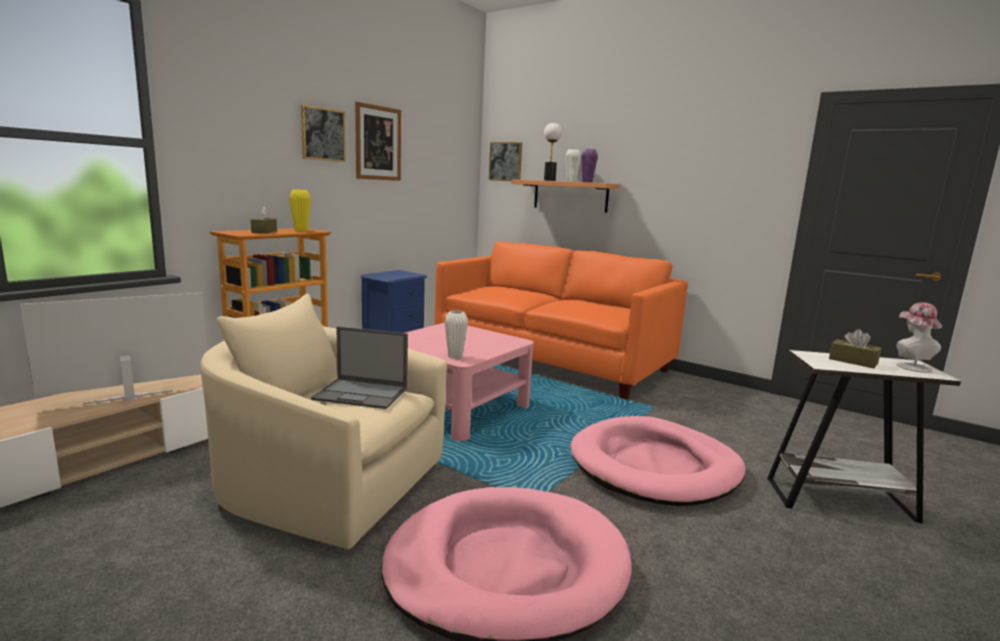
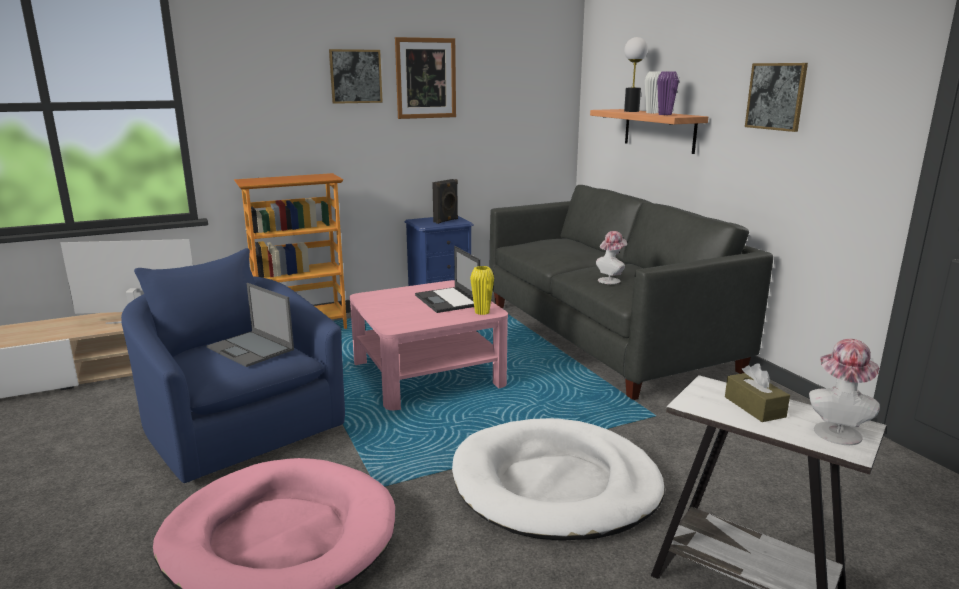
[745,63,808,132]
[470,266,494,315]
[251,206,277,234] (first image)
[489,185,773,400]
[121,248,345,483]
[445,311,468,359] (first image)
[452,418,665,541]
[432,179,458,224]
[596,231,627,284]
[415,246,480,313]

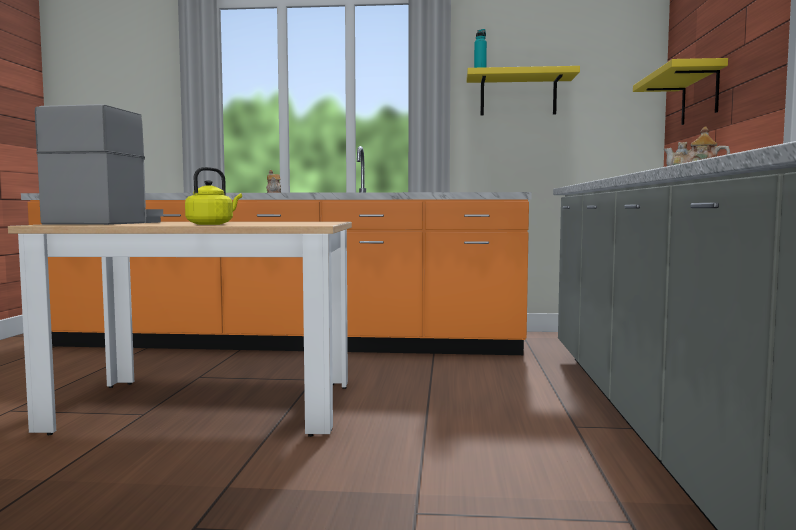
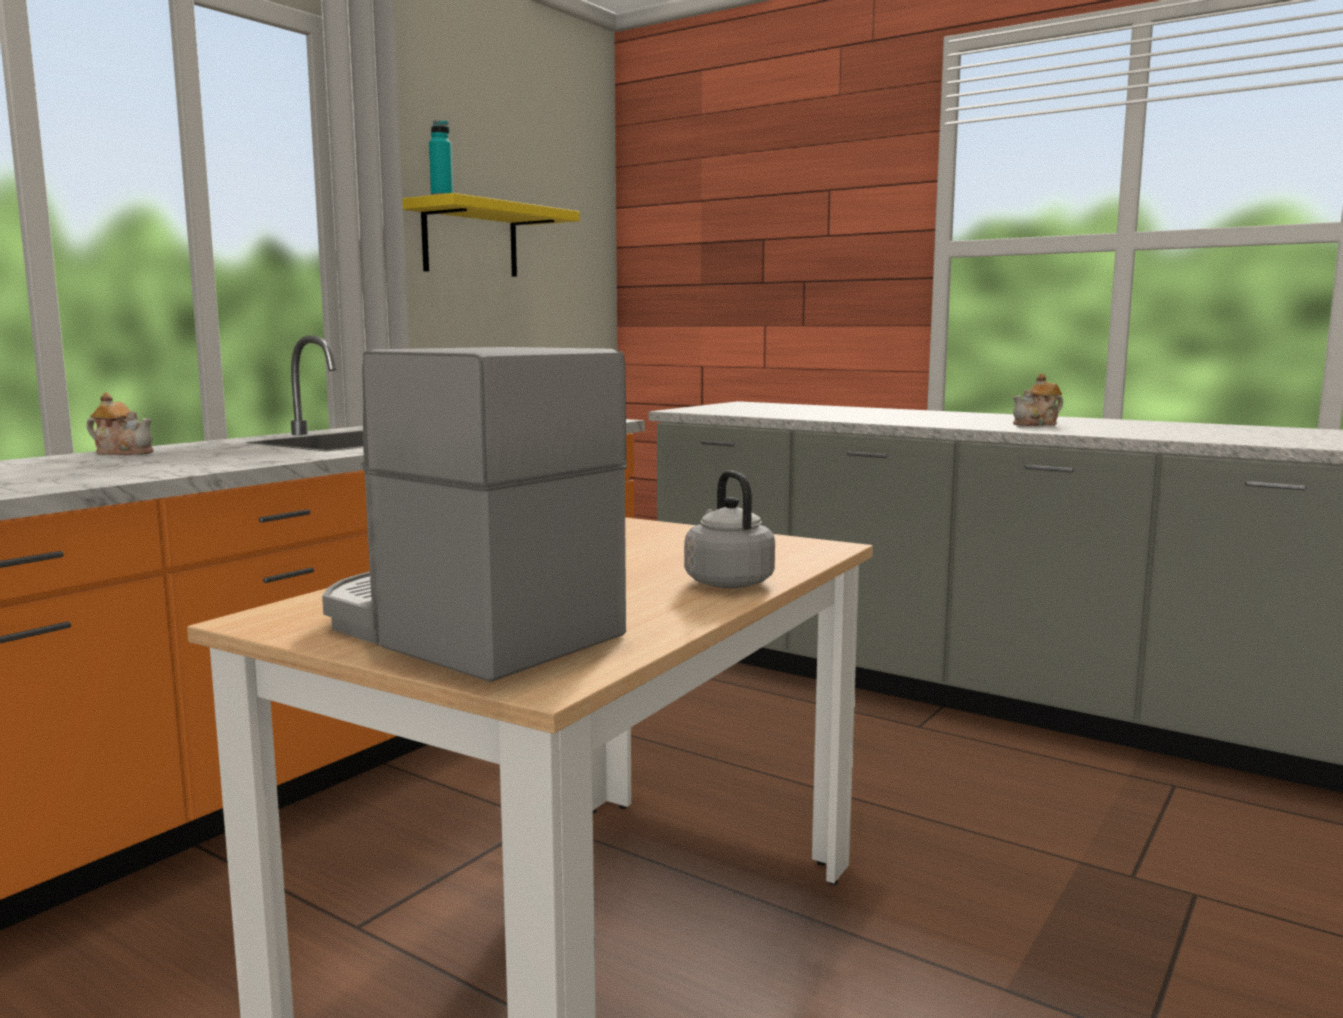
[633,58,728,125] (first image)
[684,471,775,588]

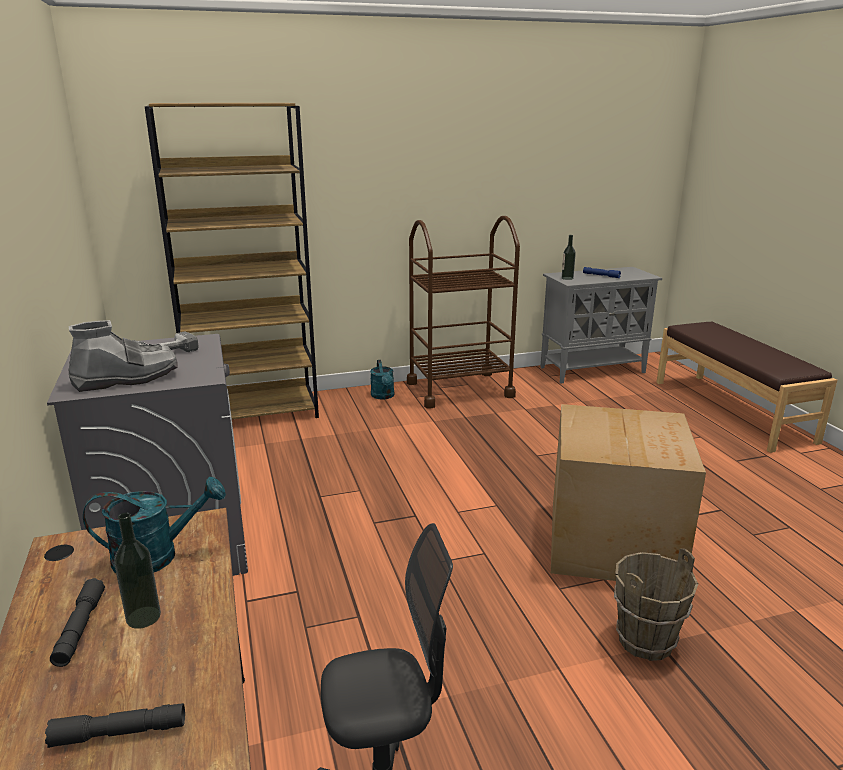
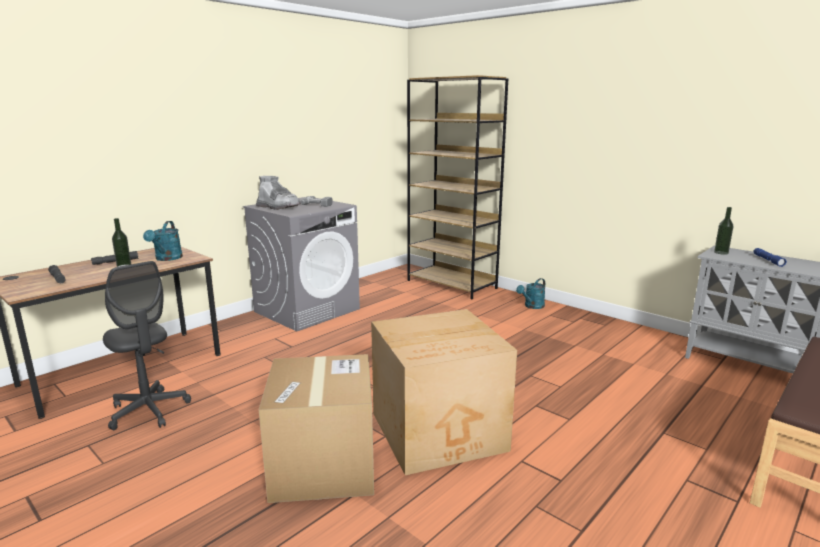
[407,216,520,408] (first image)
[143,221,183,261]
[259,354,374,503]

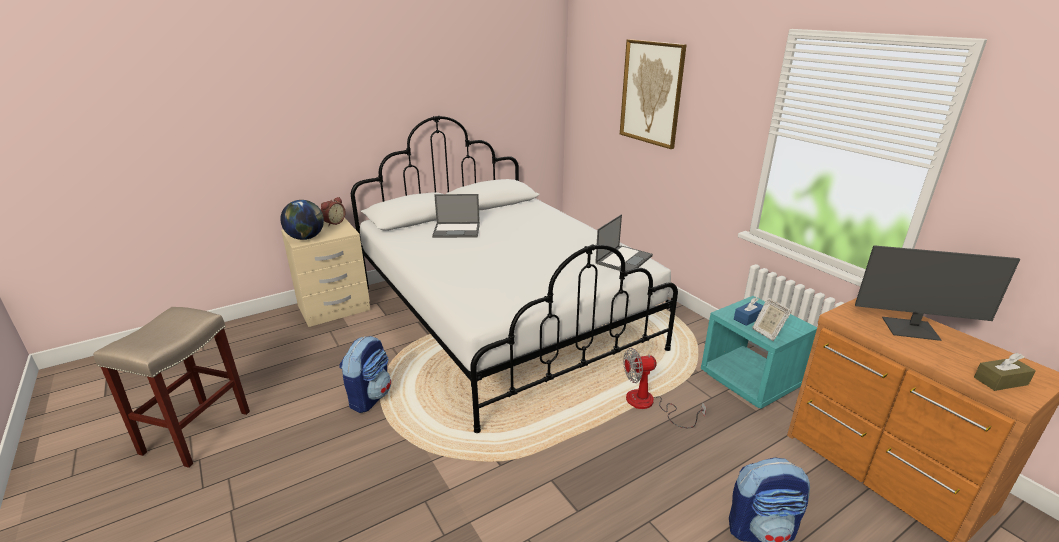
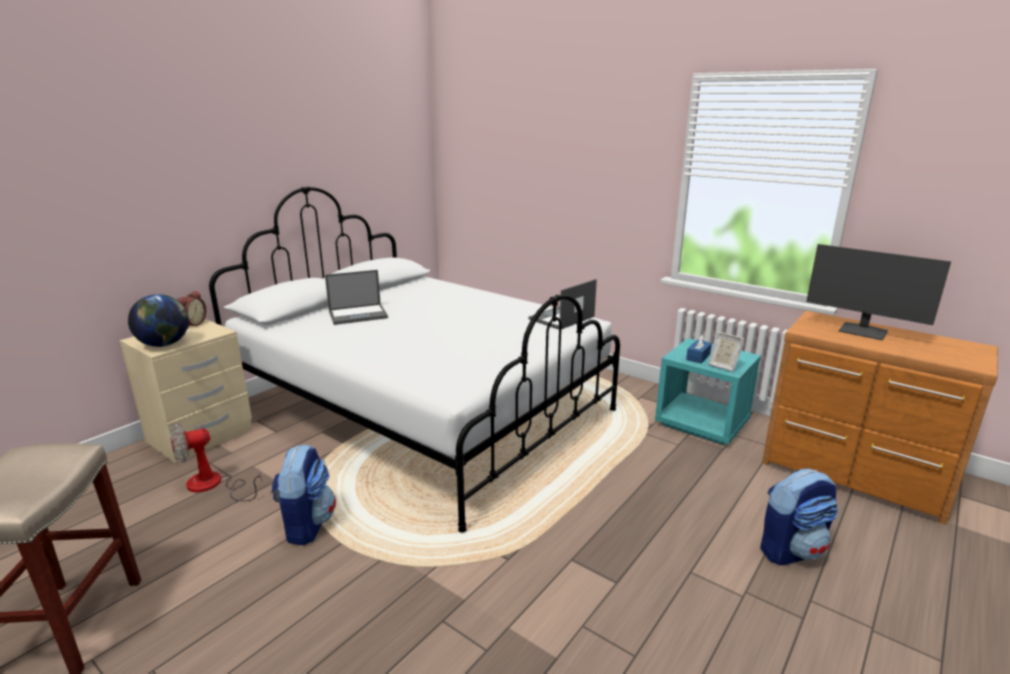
[620,39,687,149] (first image)
[529,279,597,329]
[806,244,951,341]
[170,423,262,501]
[974,353,1036,391] (first image)

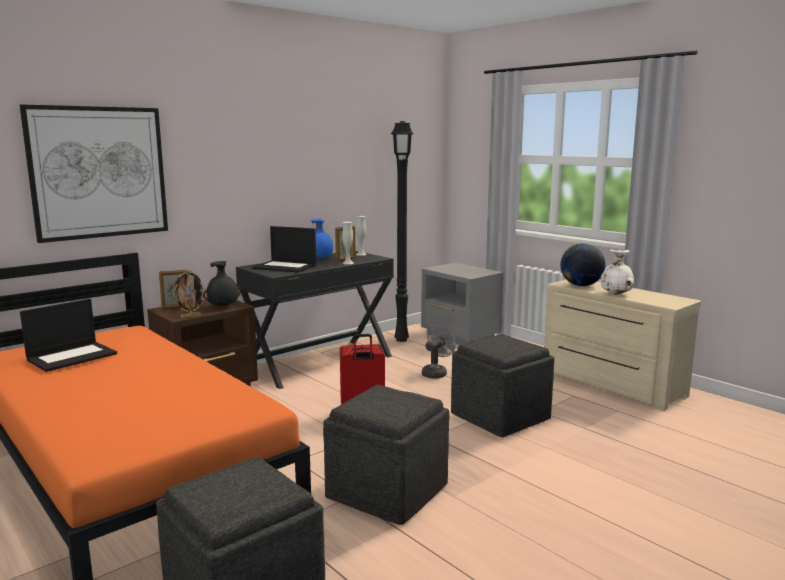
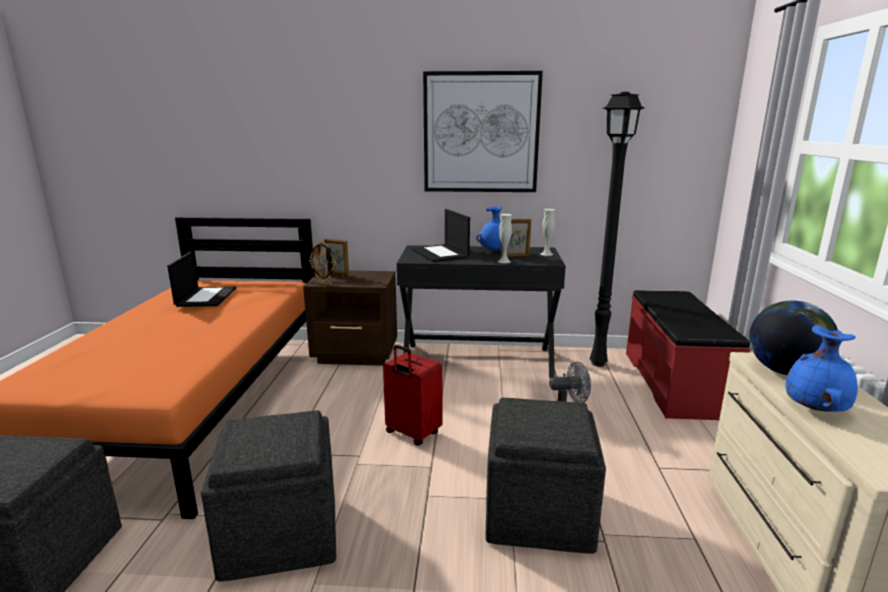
[423,71,543,192]
[786,326,858,412]
[203,261,241,307] (first image)
[626,290,750,420]
[167,251,236,307]

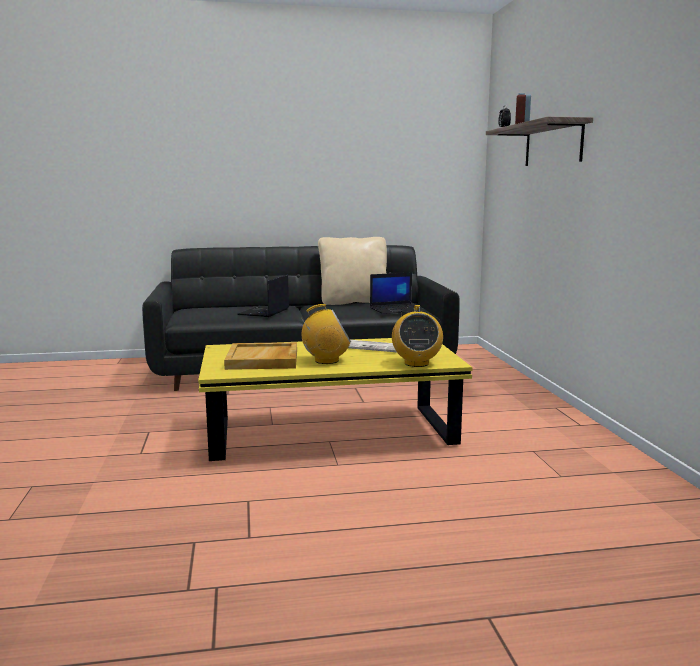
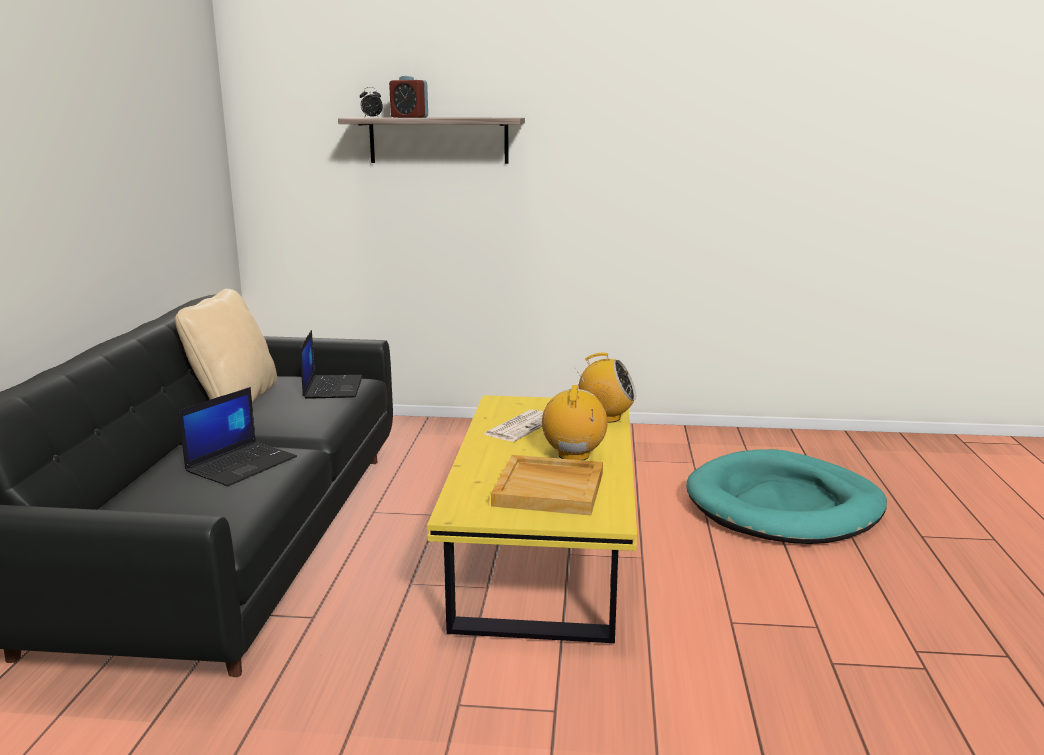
[178,387,297,486]
[686,449,887,544]

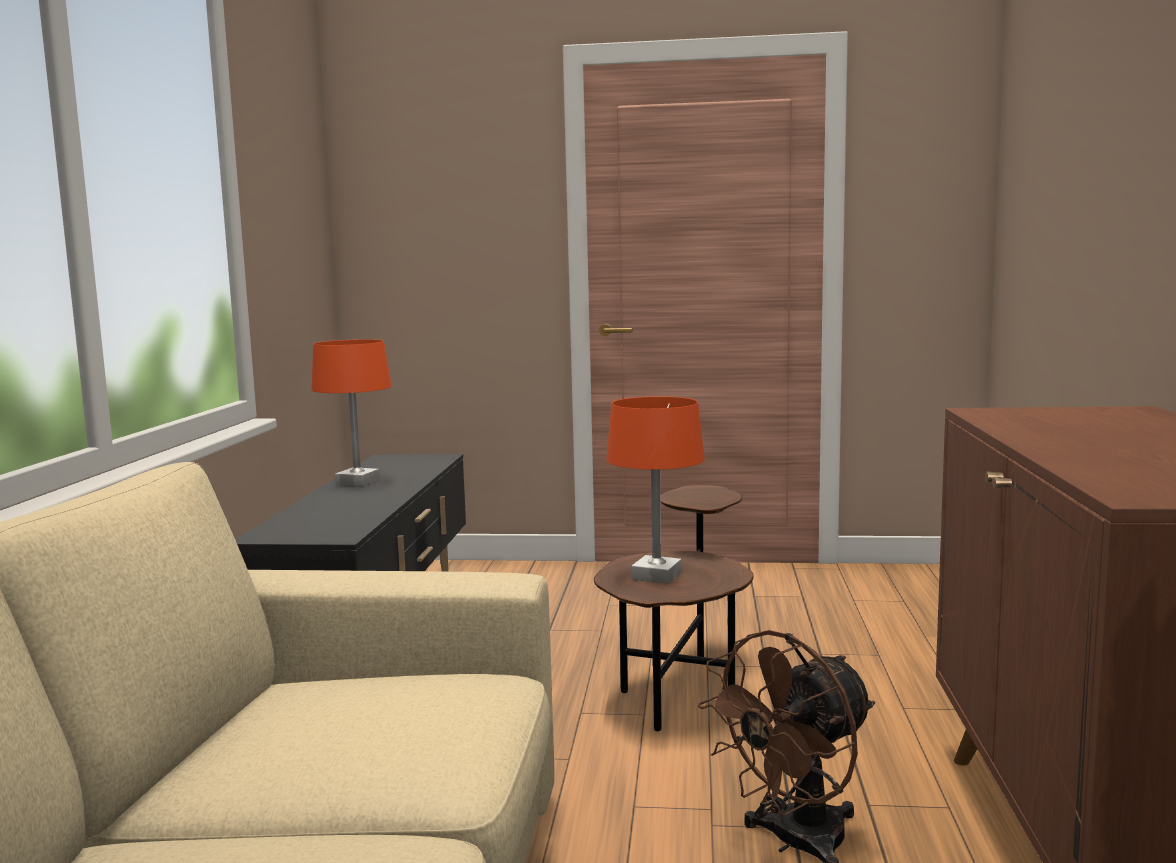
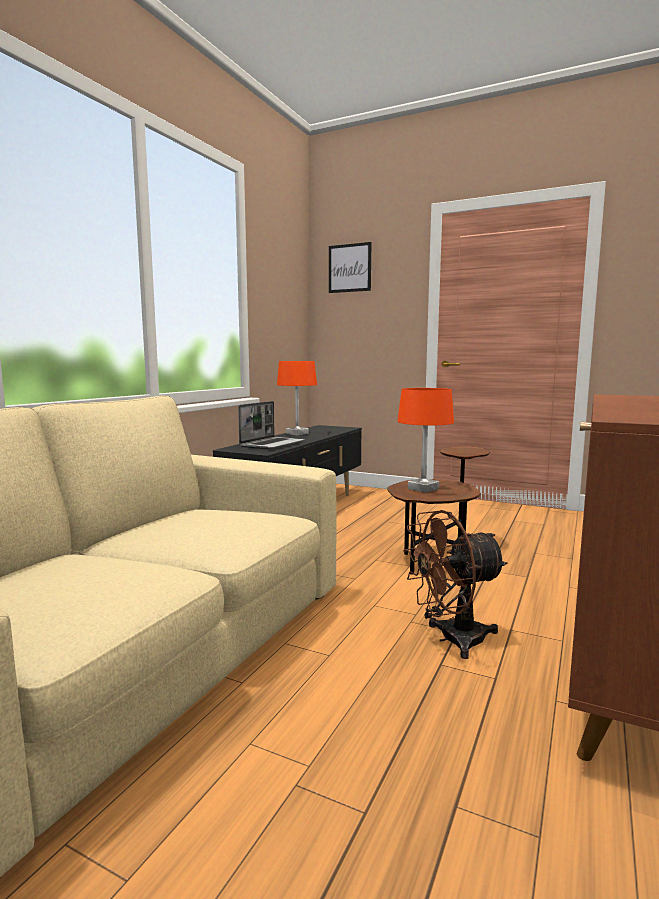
[329,242,372,293]
[238,401,305,450]

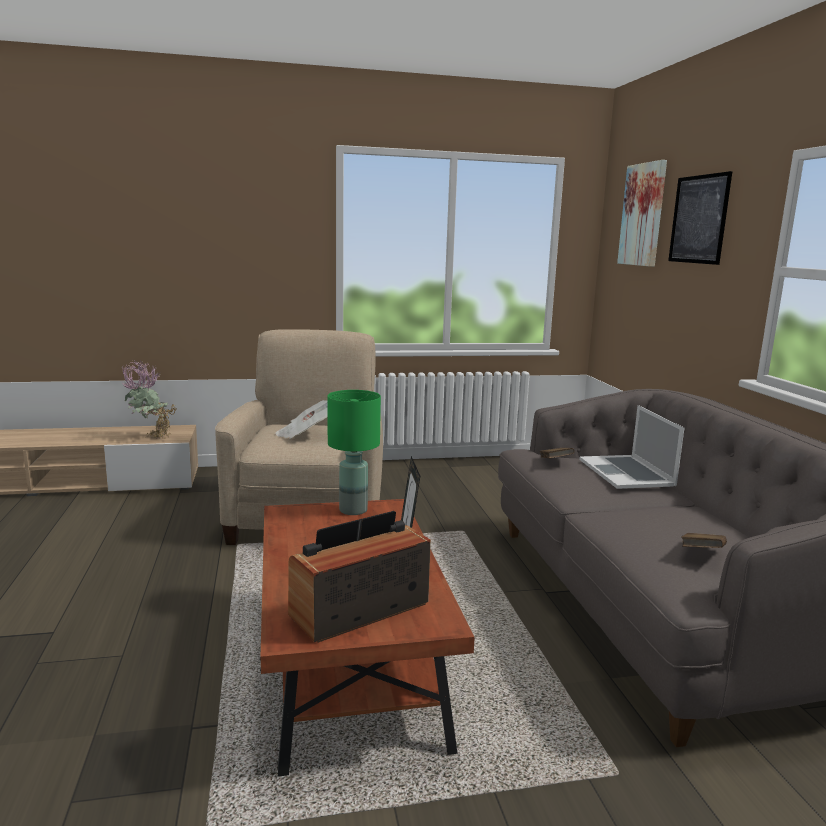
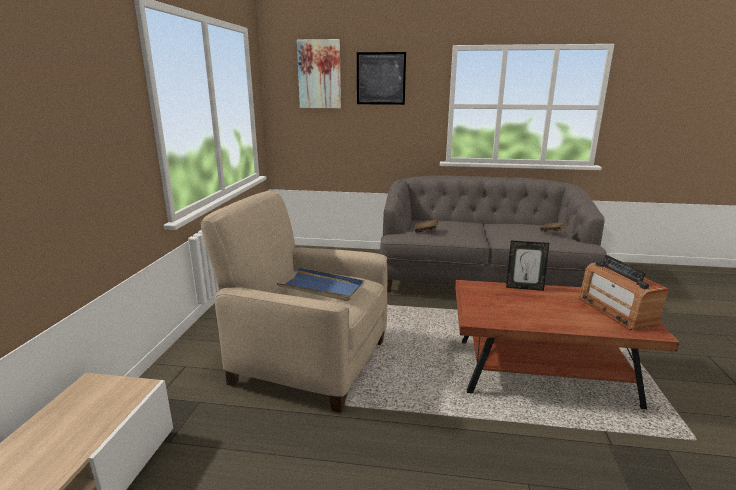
[123,360,177,439] (first image)
[327,390,381,515] (first image)
[277,268,364,301]
[579,405,684,489] (first image)

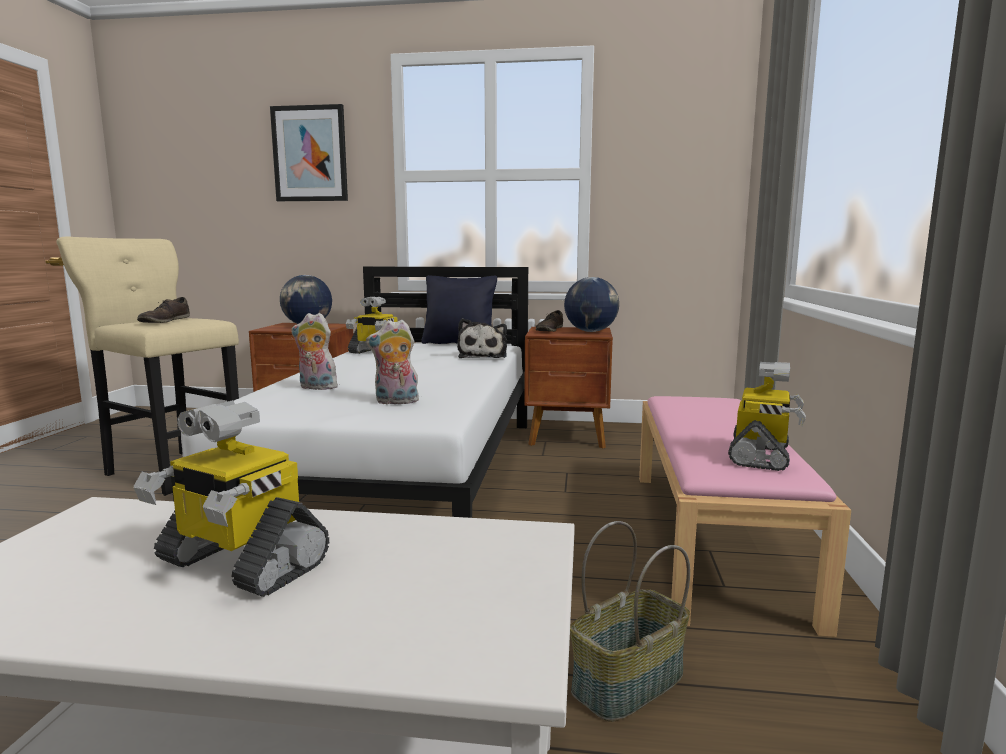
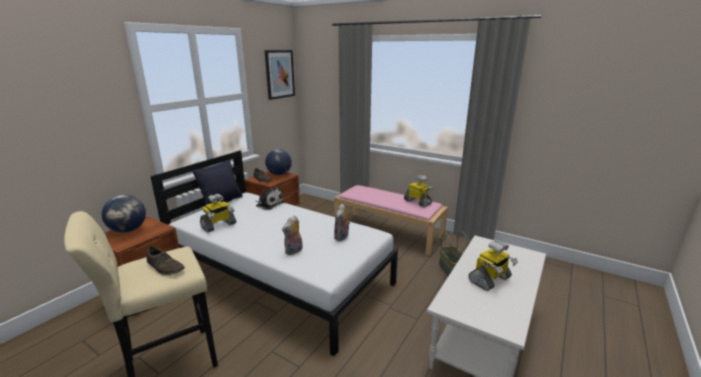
[265,50,295,100]

